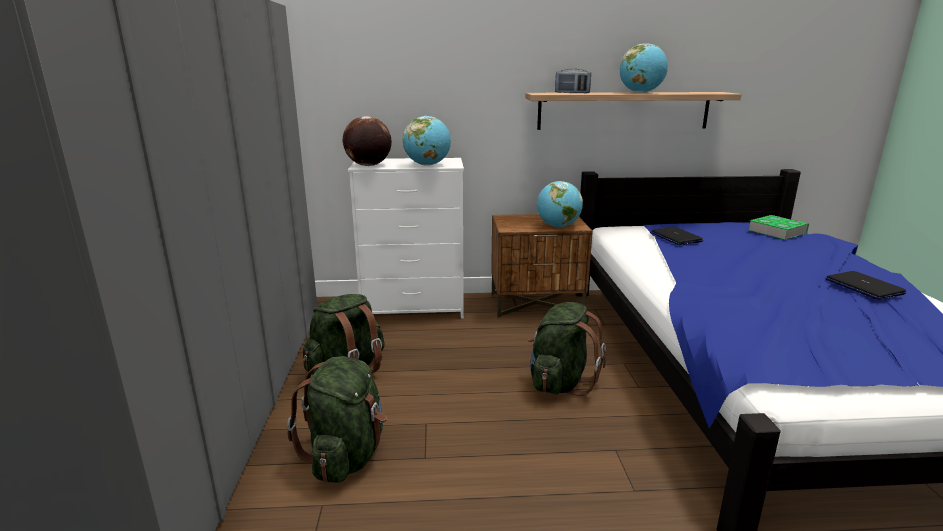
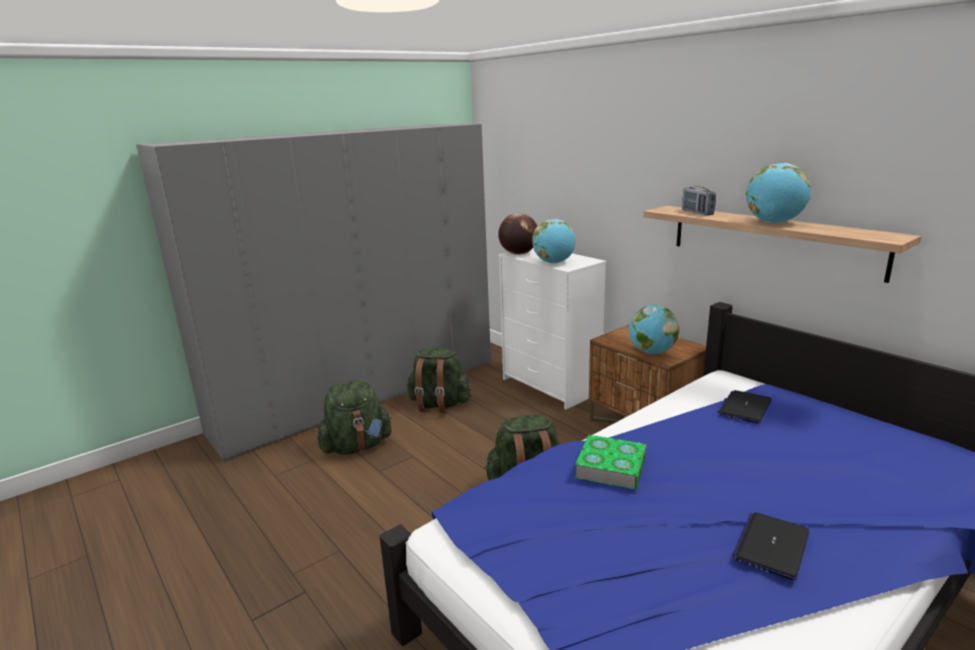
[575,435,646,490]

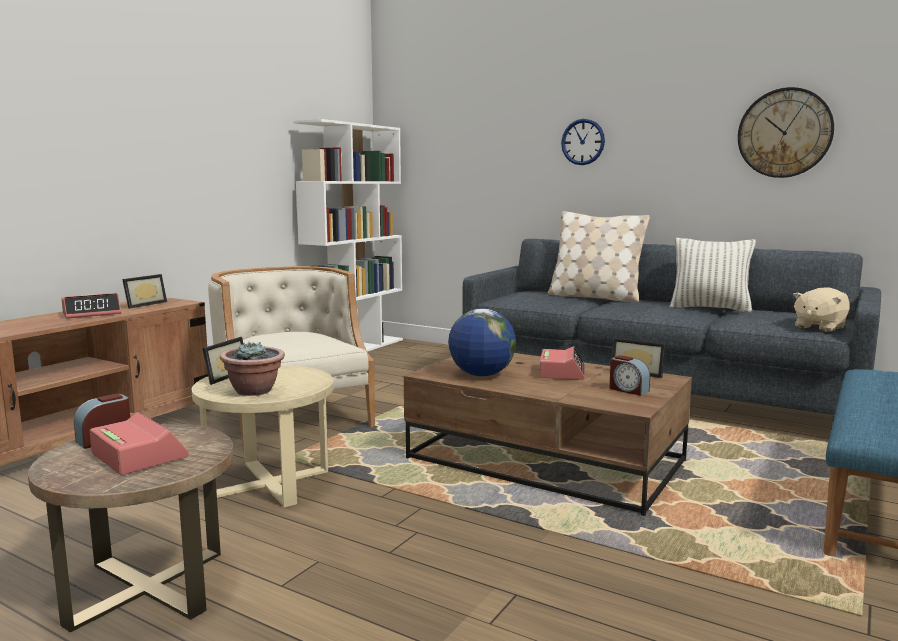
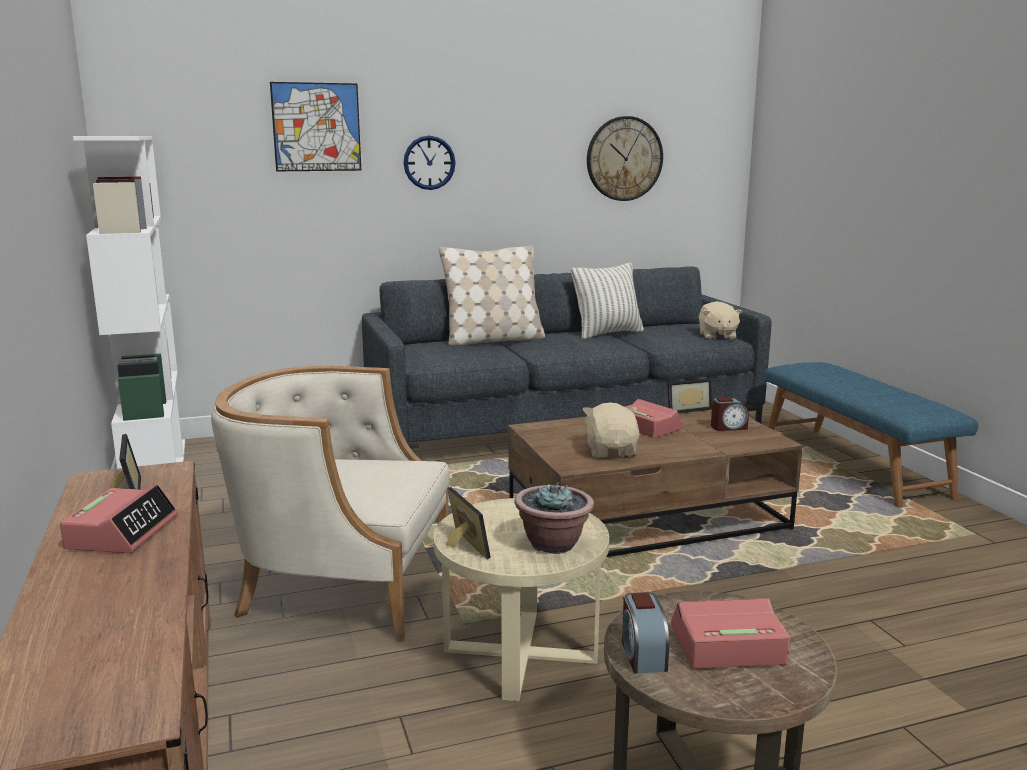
[582,402,640,458]
[270,82,361,171]

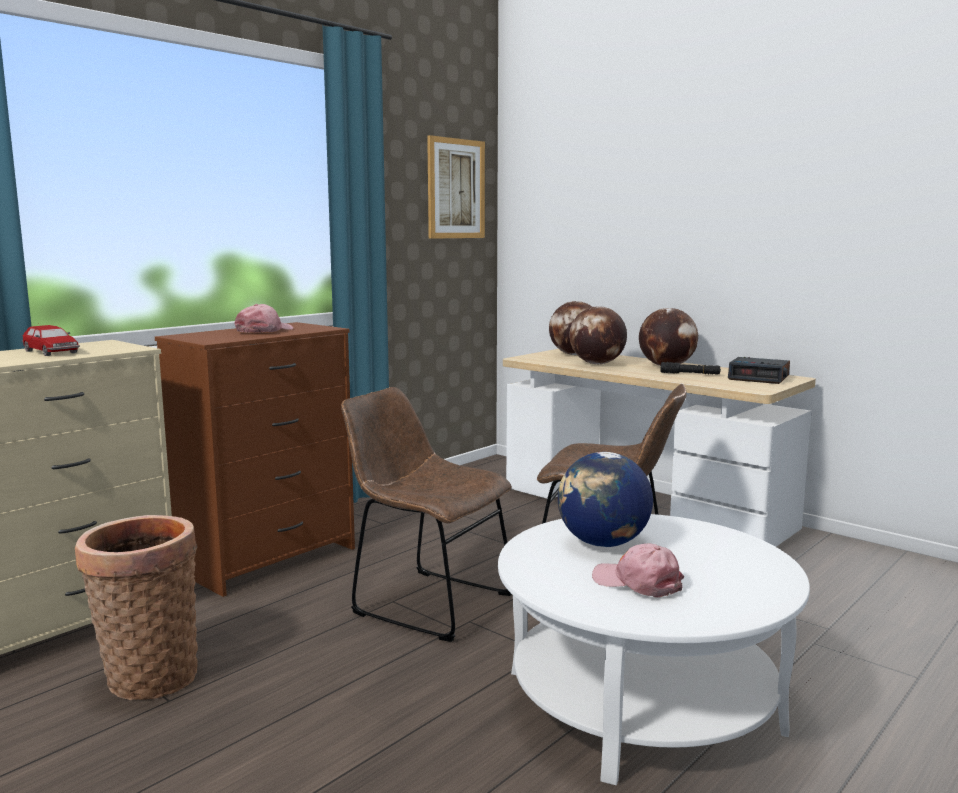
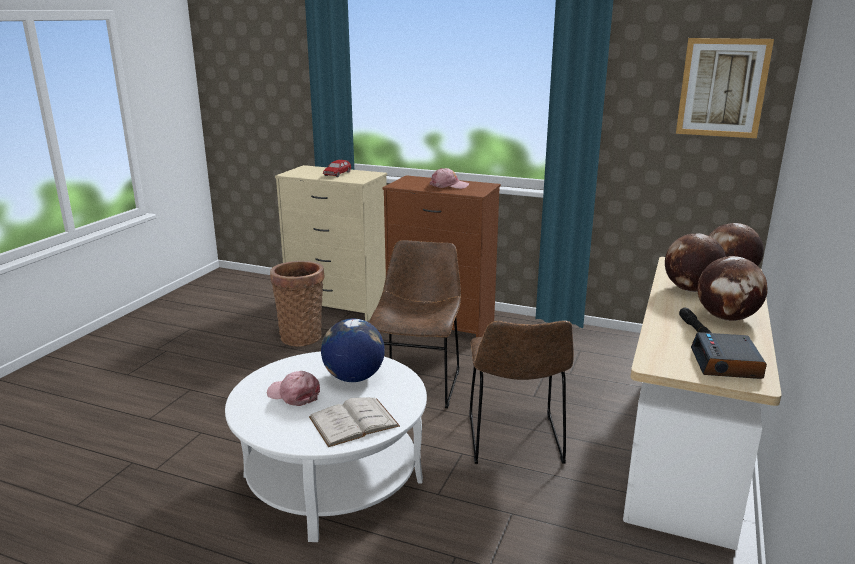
[267,371,320,406]
[309,397,400,447]

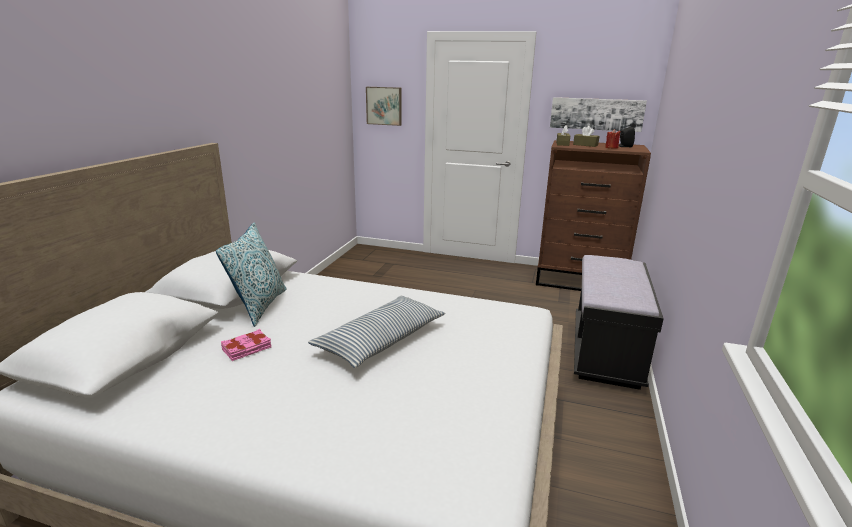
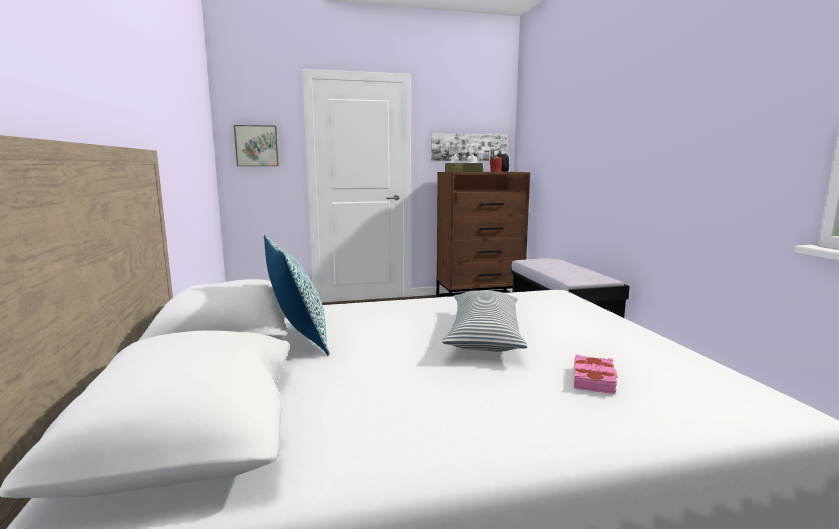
[573,354,618,394]

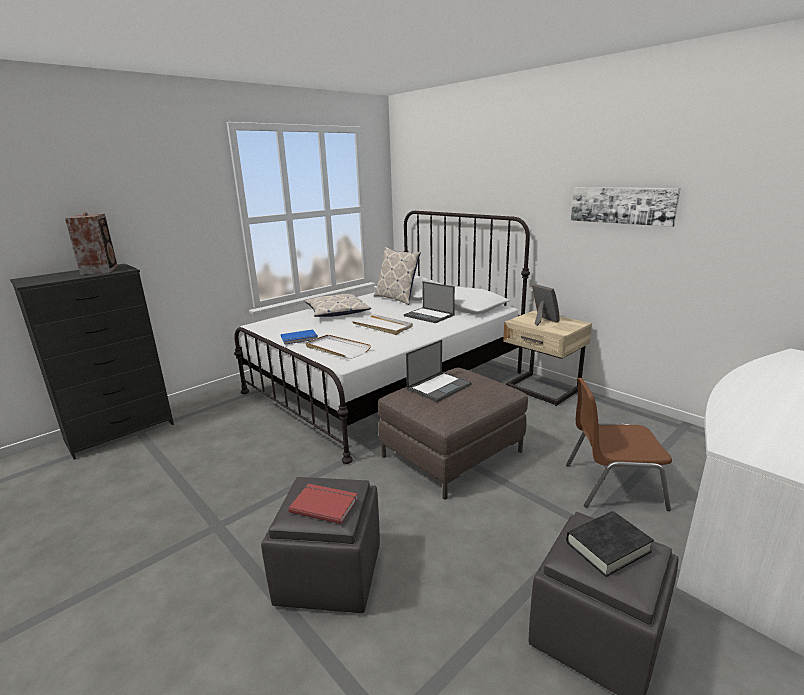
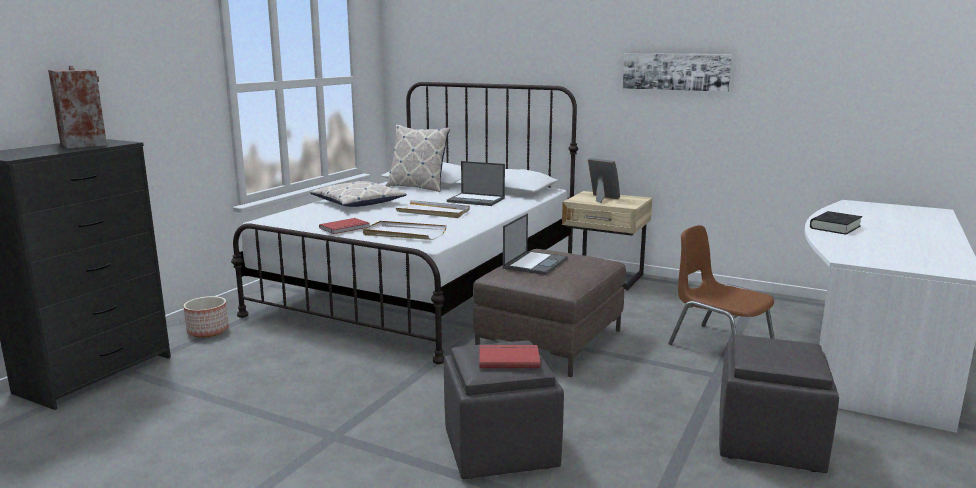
[319,218,369,234]
[669,225,775,345]
[810,211,862,235]
[184,296,229,338]

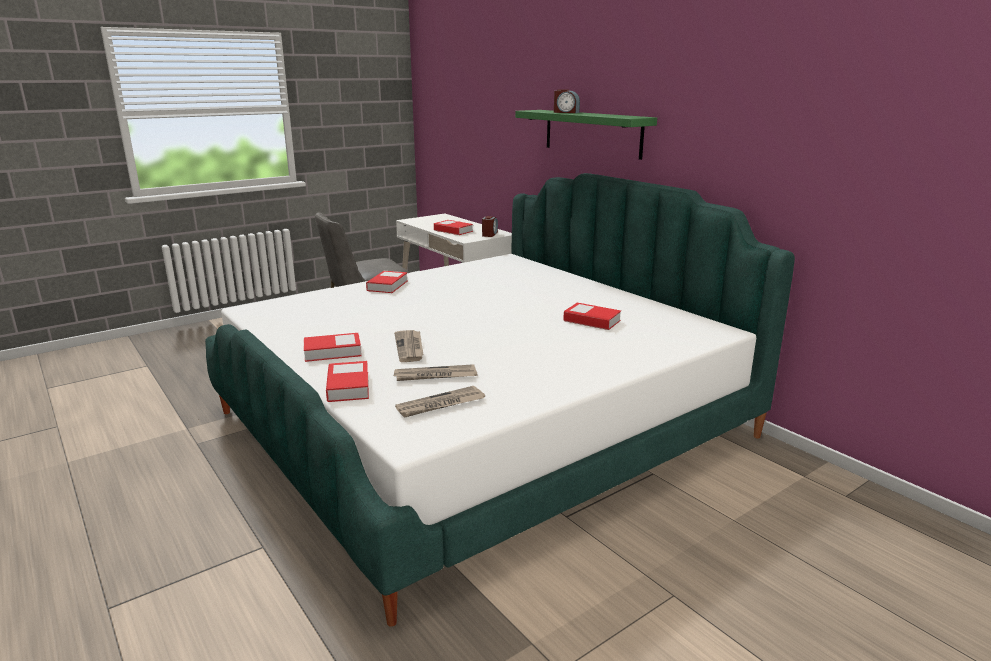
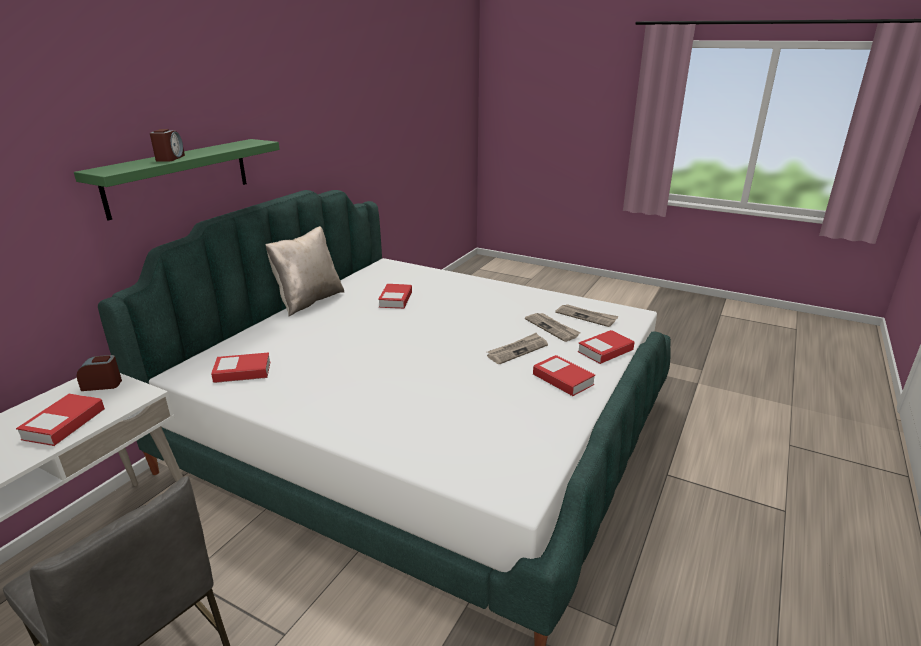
[211,352,270,383]
[265,226,344,316]

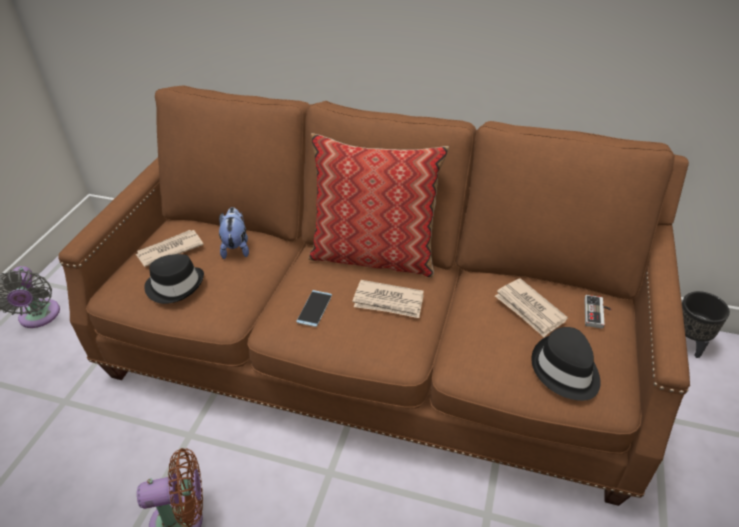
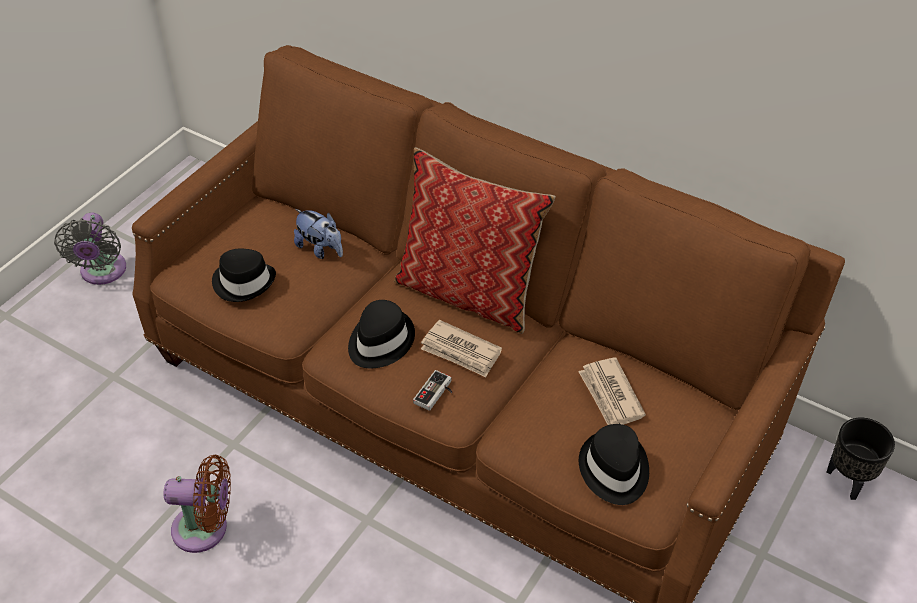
[294,209,343,259]
[135,230,204,267] (first image)
[348,300,415,368]
[413,370,453,411]

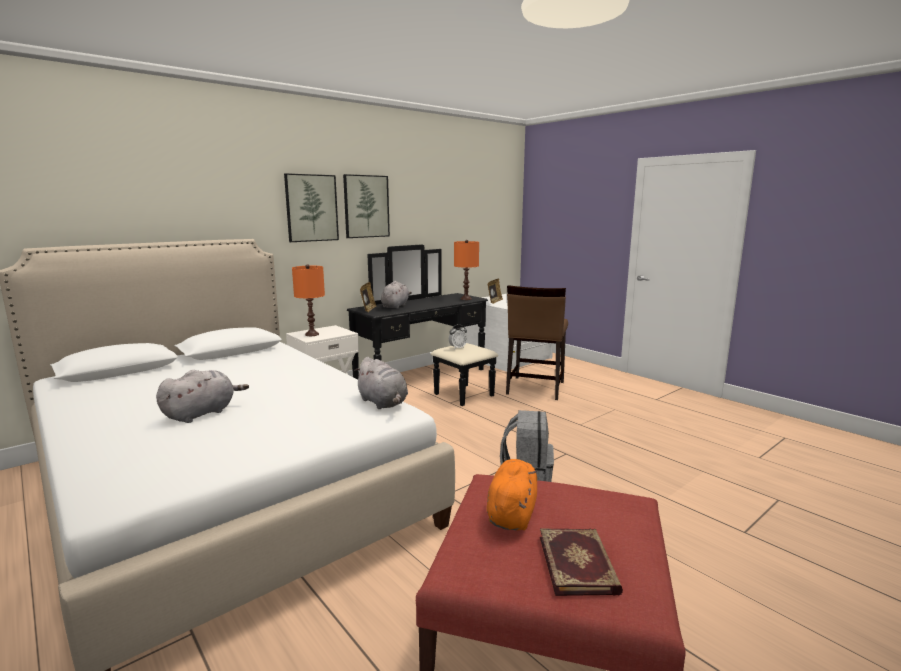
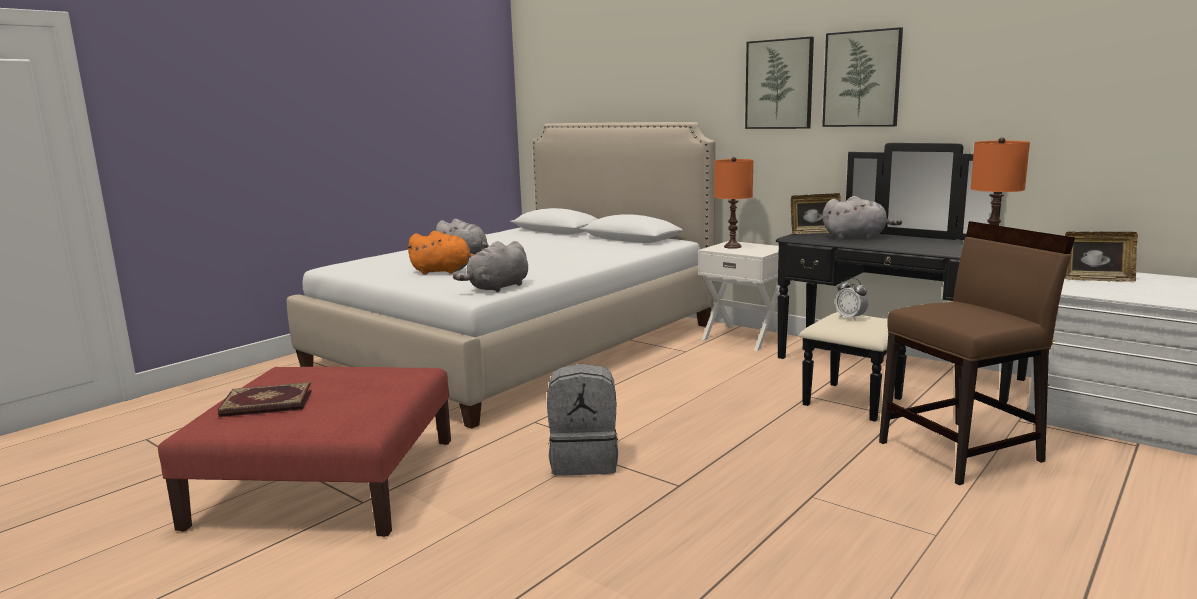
[879,221,1075,485]
[406,231,474,274]

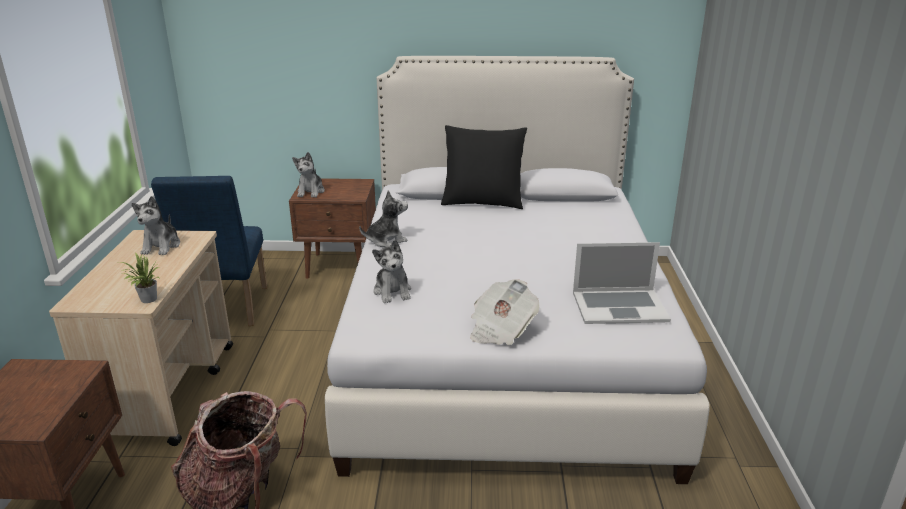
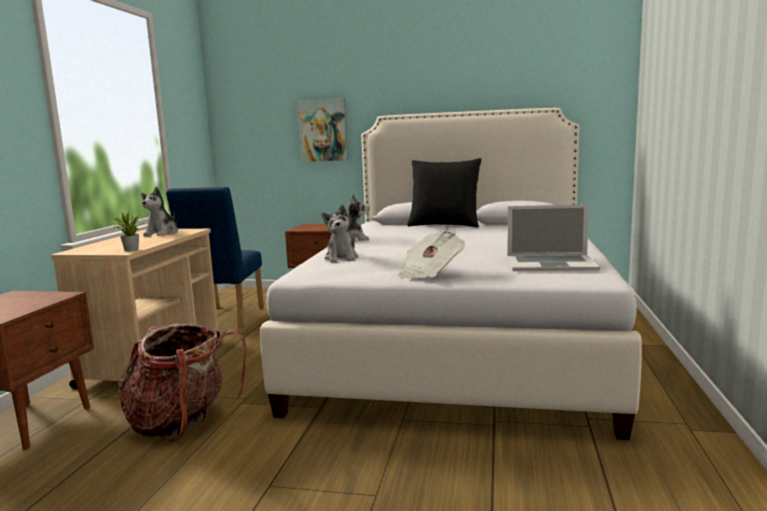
[292,152,325,198] (first image)
[297,98,348,162]

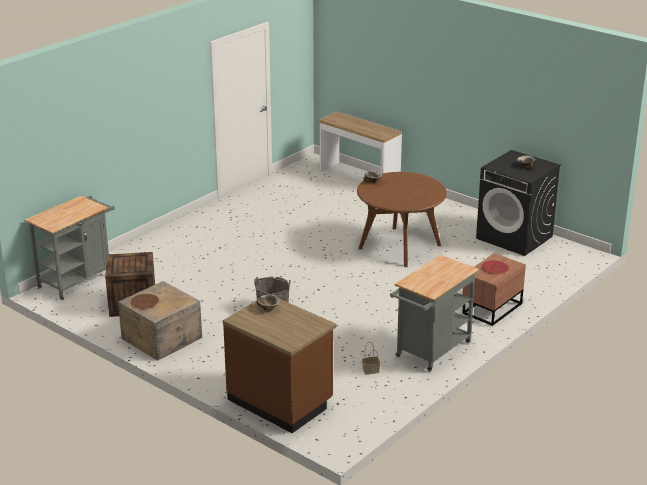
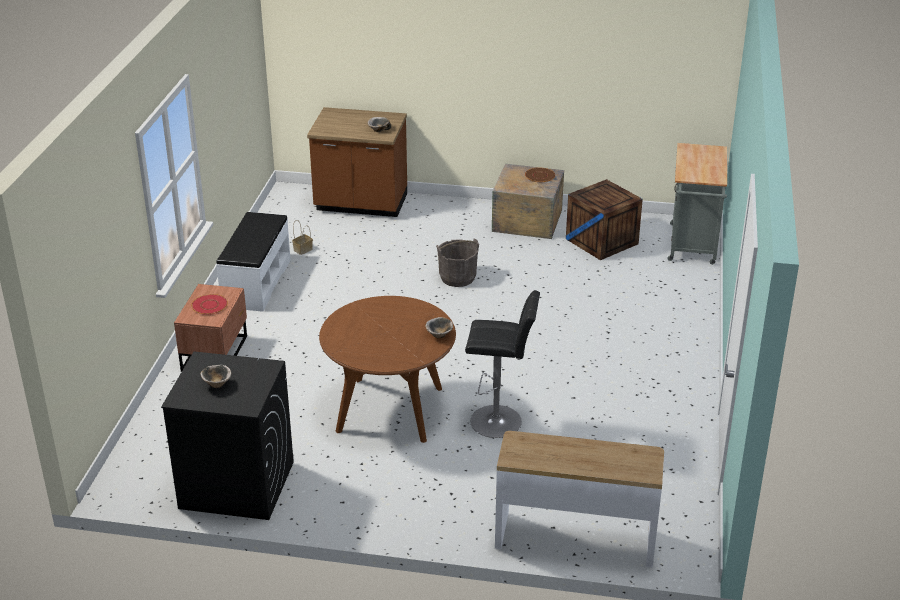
[216,212,291,312]
[465,290,540,438]

